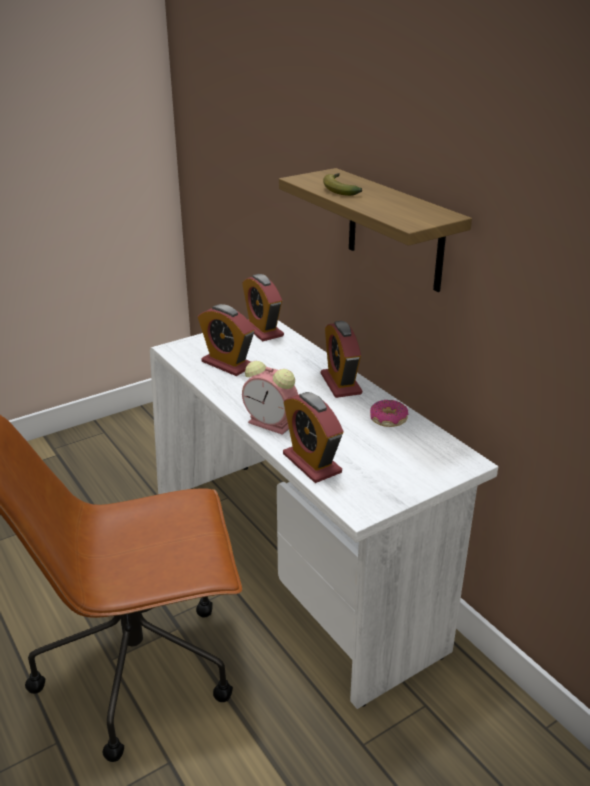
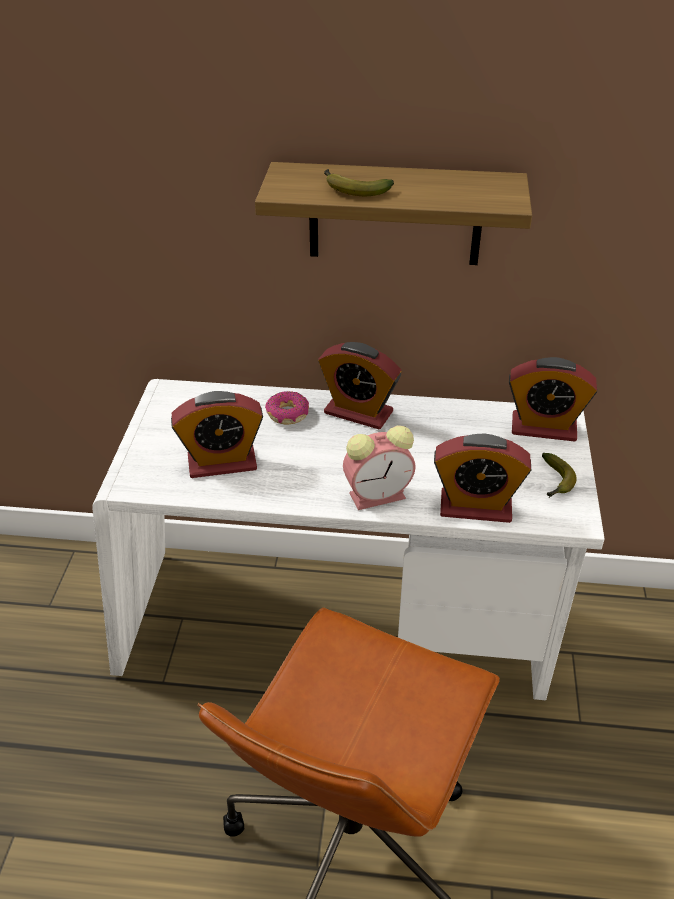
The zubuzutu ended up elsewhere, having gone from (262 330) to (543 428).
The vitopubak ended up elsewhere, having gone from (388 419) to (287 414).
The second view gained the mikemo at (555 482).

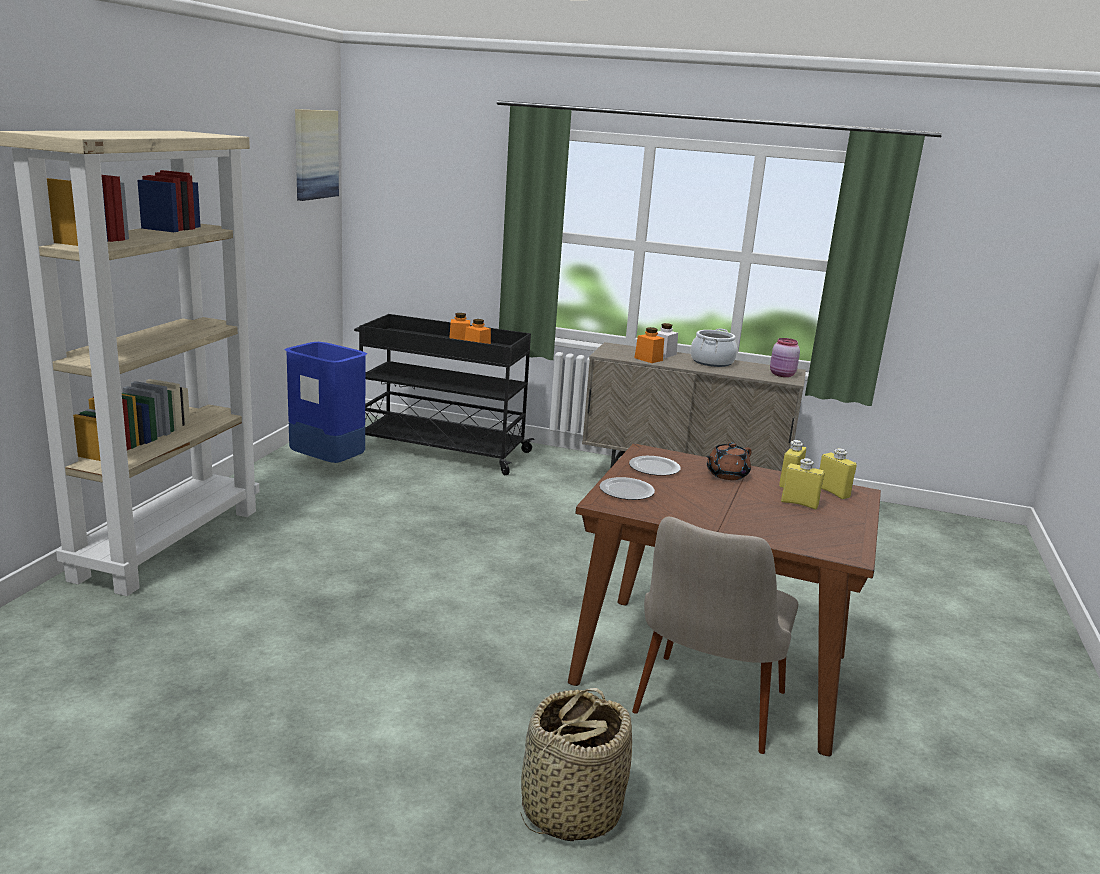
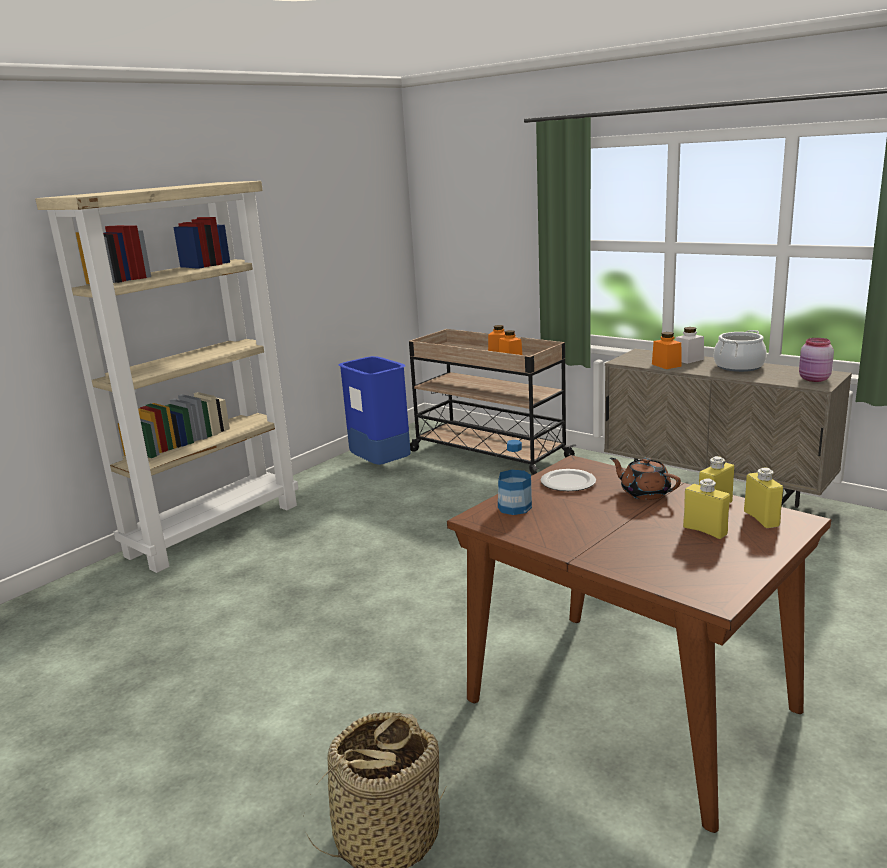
The second view lost the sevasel at (315 154).
What was the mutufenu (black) at (439 450) turned into the mutufenu (beige) at (487 454).
Where the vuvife stood at (627 491), the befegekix came to stand at (514 507).
The second view lost the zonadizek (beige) at (703 717).
The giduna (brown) at (726 475) ended up facing another way, 60 degrees clockwise from before.

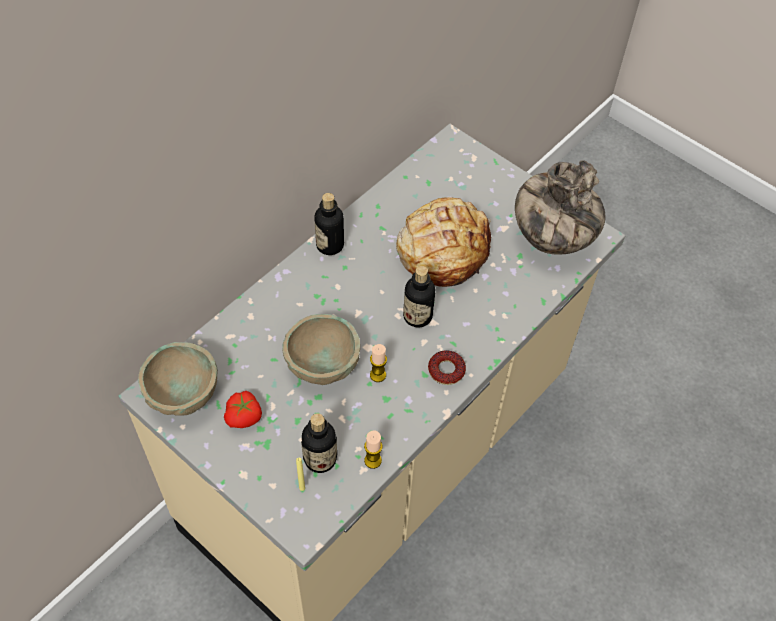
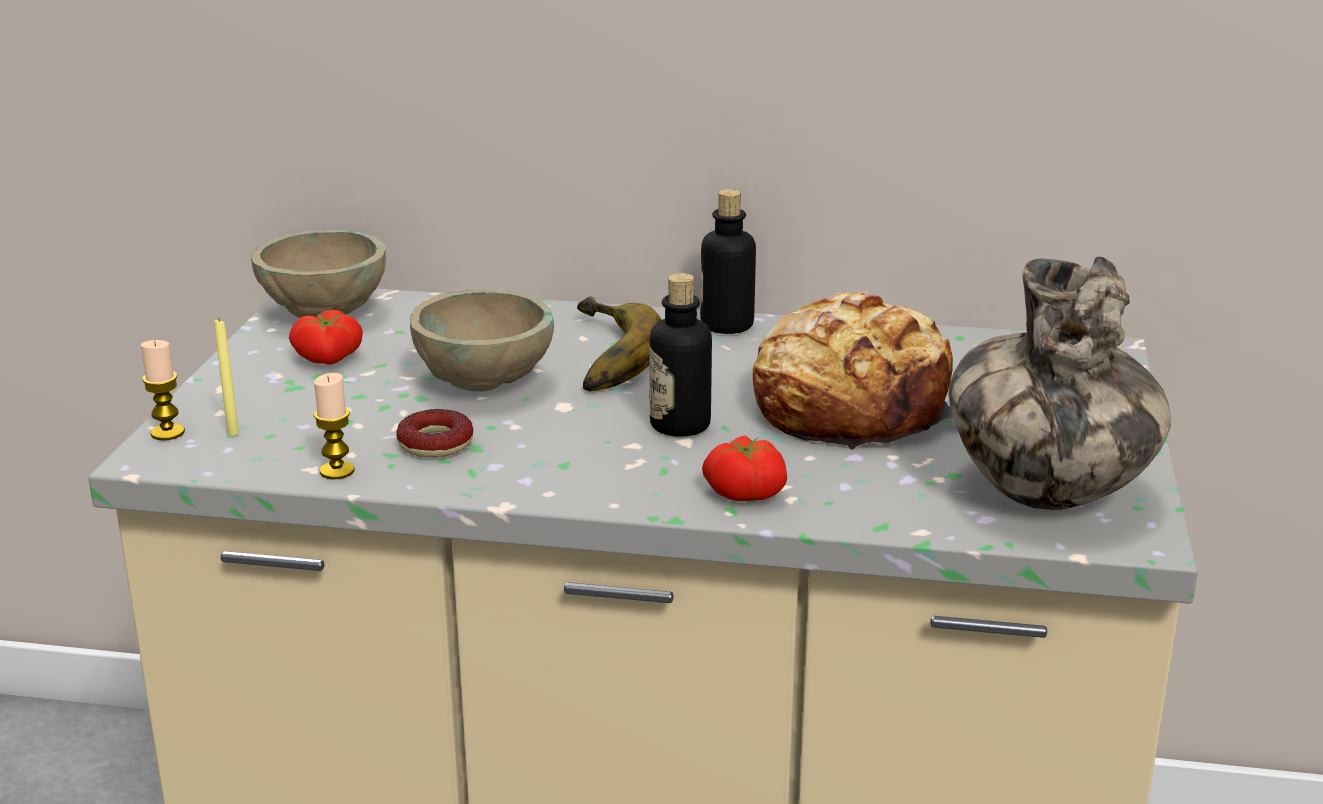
The second view lost the befegekix at (320 459).
The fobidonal ended up elsewhere, having gone from (378 375) to (167 433).
The vitopubak ended up elsewhere, having gone from (446 370) to (435 443).
The second view gained the mikemo at (597 356).
The second view gained the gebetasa at (746 492).

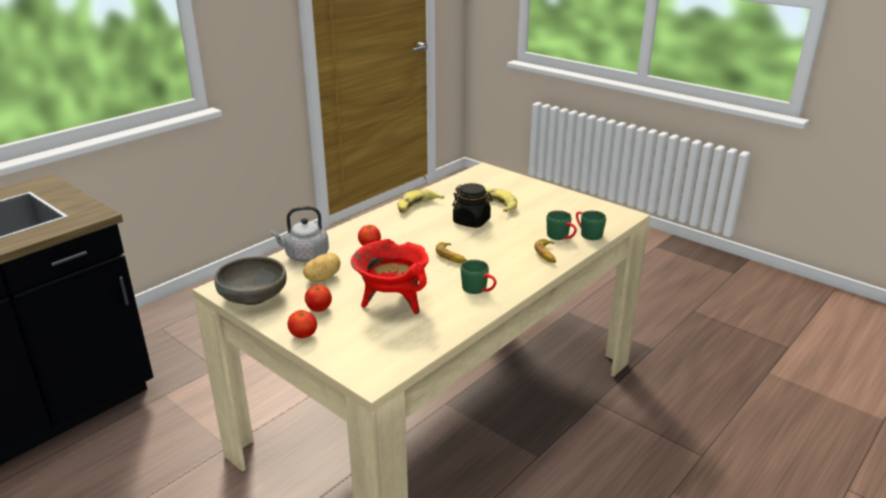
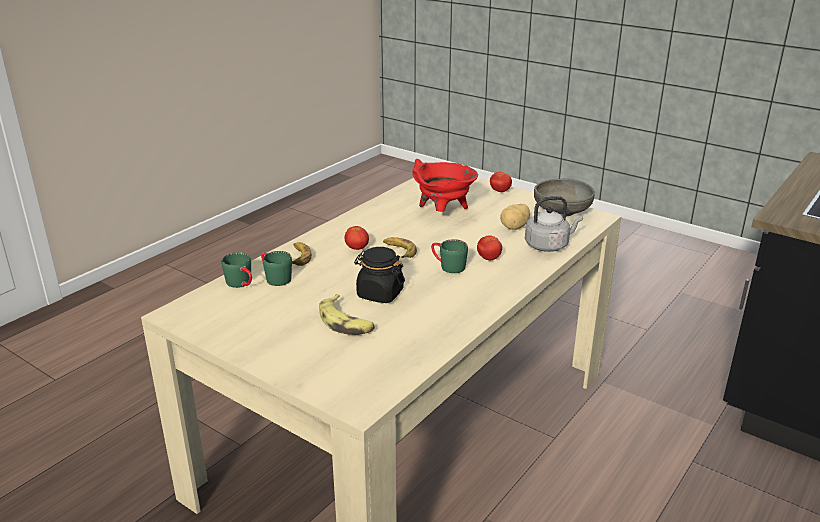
The gebetasa ended up elsewhere, having gone from (319 309) to (357 248).
The second view lost the mikemo at (417 207).
The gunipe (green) ended up elsewhere, having gone from (479 290) to (447 266).

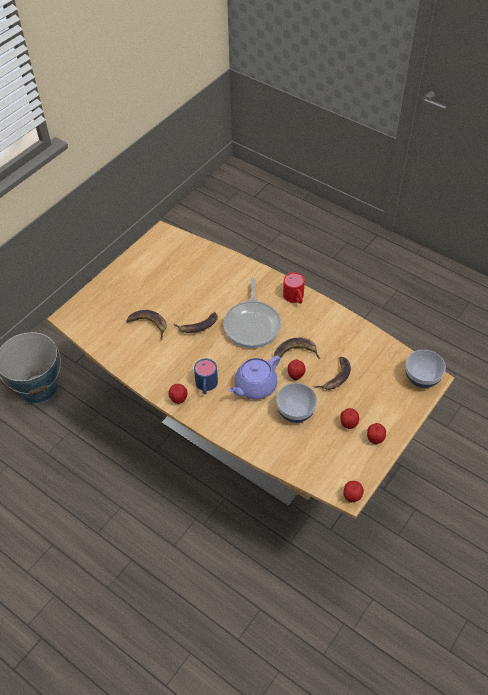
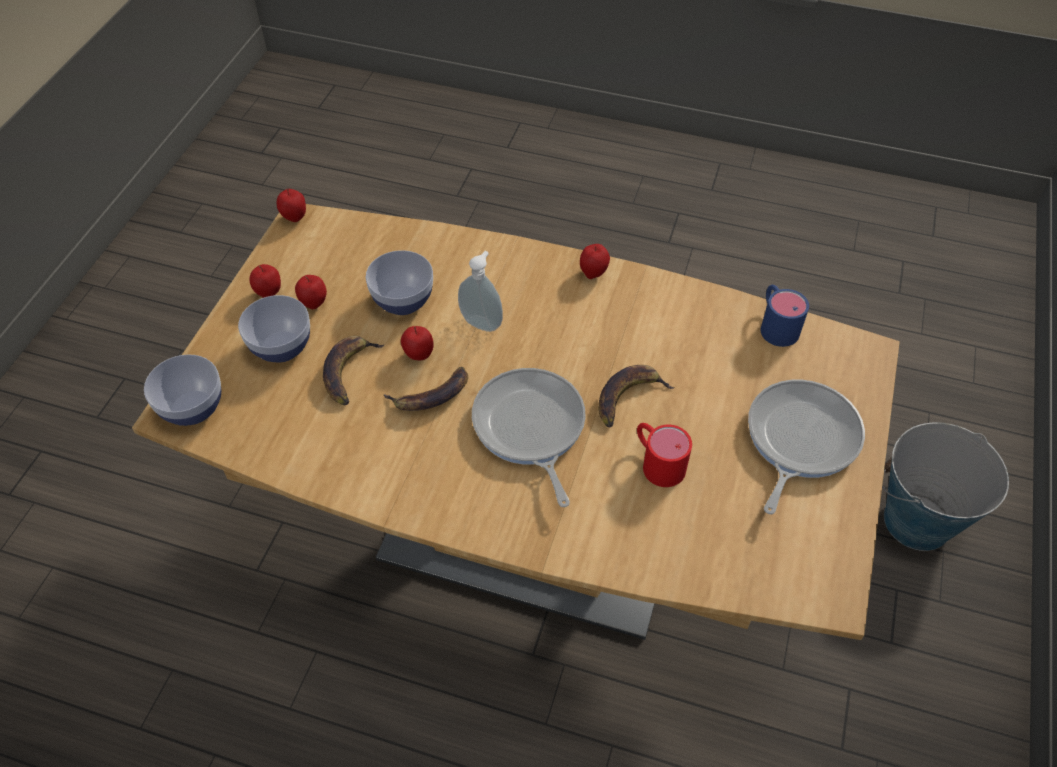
The second view lost the mikemo at (149 324).
The gunipe (blue) ended up elsewhere, having gone from (206 386) to (776 324).
Where the giduna (purple) stood at (254 386), the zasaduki came to stand at (482 322).
The gunipe (red) ended up elsewhere, having gone from (295 298) to (657 461).
The second view gained the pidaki at (282 347).
The second view gained the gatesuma at (799 439).

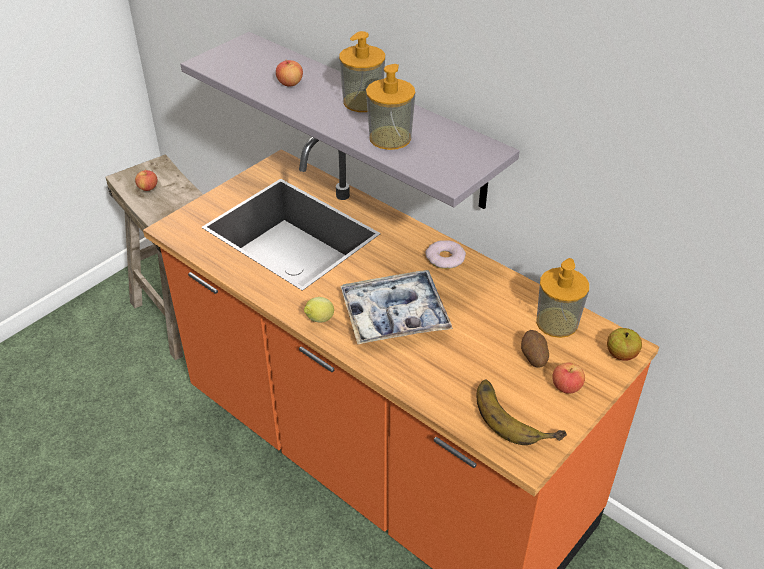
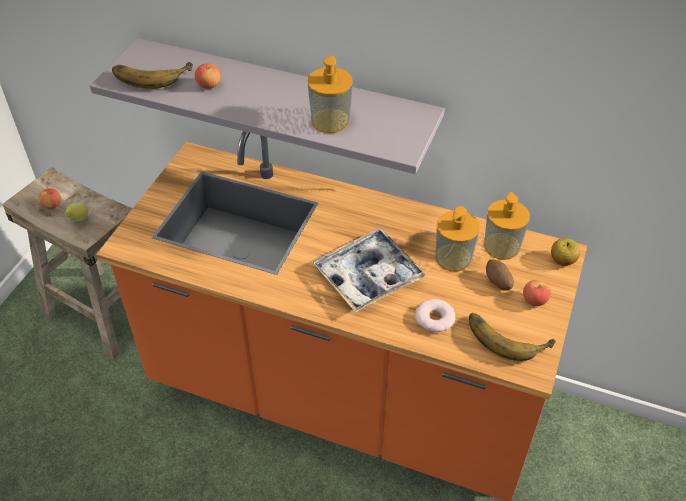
The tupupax ended up elsewhere, having gone from (318 320) to (78 220).
The zasaduki ended up elsewhere, having gone from (363 102) to (453 257).
The vitopubak ended up elsewhere, having gone from (445 258) to (434 318).
The second view gained the mikemo at (151 74).

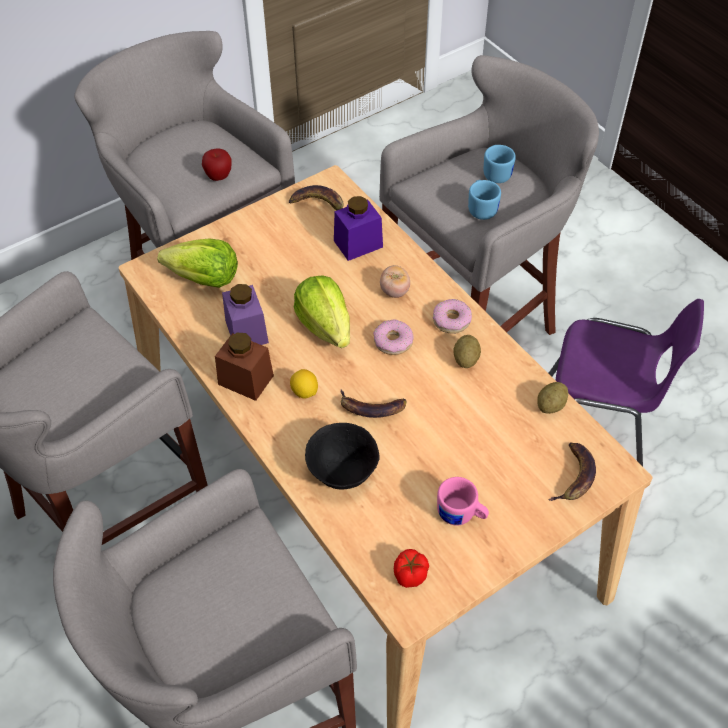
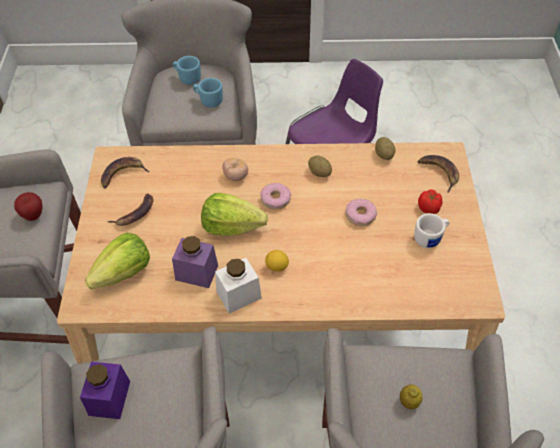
What was the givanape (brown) at (246 380) turned into the givanape (white) at (239 295).
The second view lost the pidaki (black) at (343 472).
The givanape (purple) ended up elsewhere, having gone from (358 244) to (109 398).
The mikemo ended up elsewhere, having gone from (371 408) to (135 214).
The gebetasa ended up elsewhere, having gone from (409 575) to (429 208).
The vitopubak ended up elsewhere, having gone from (451 320) to (360 215).
What was the gunipe (pink) at (461 515) turned into the gunipe (white) at (430 238).
The second view gained the tupupax at (409 401).

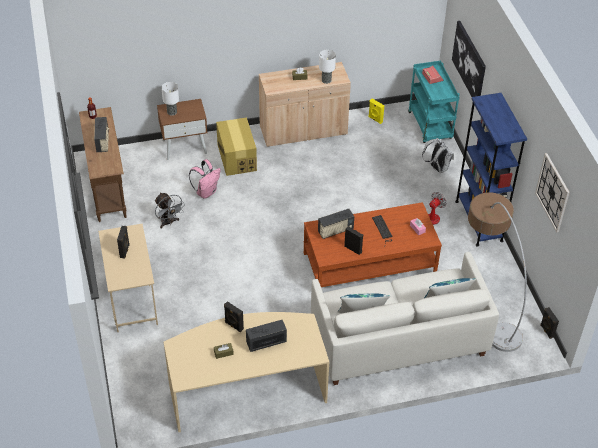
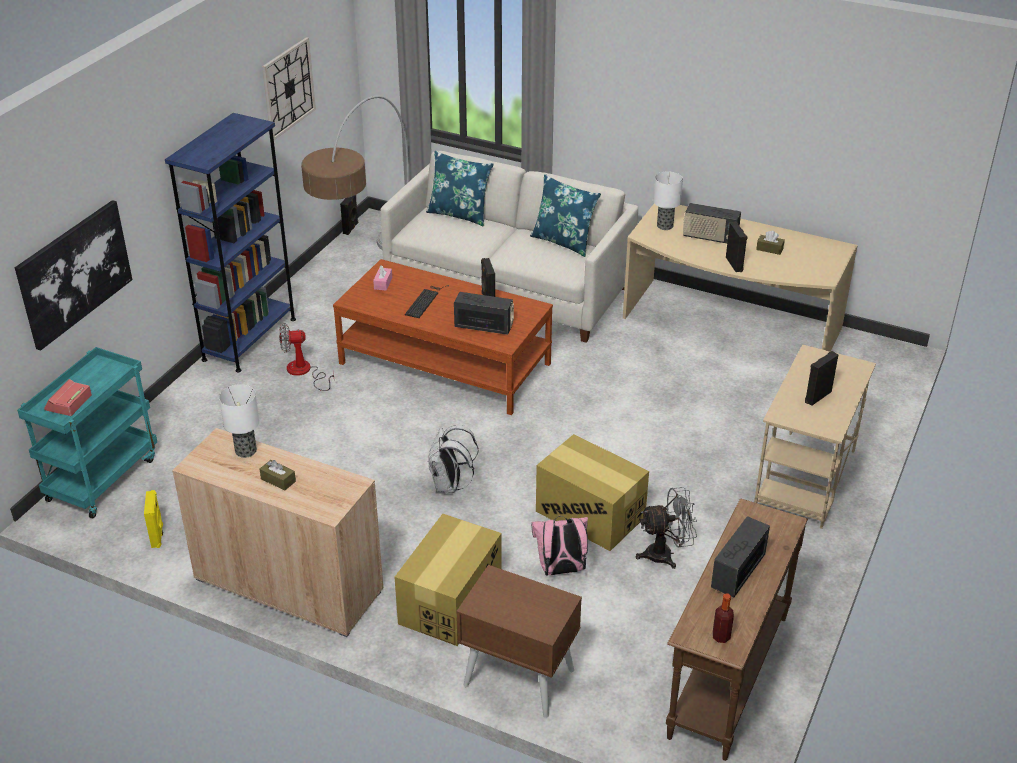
The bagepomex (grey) at (169 223) ended up facing another way, 75 degrees clockwise from before.
The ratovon ended up elsewhere, having gone from (172 112) to (665 226).
The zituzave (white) ended up elsewhere, having gone from (437 168) to (449 485).
The second view gained the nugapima at (590 514).

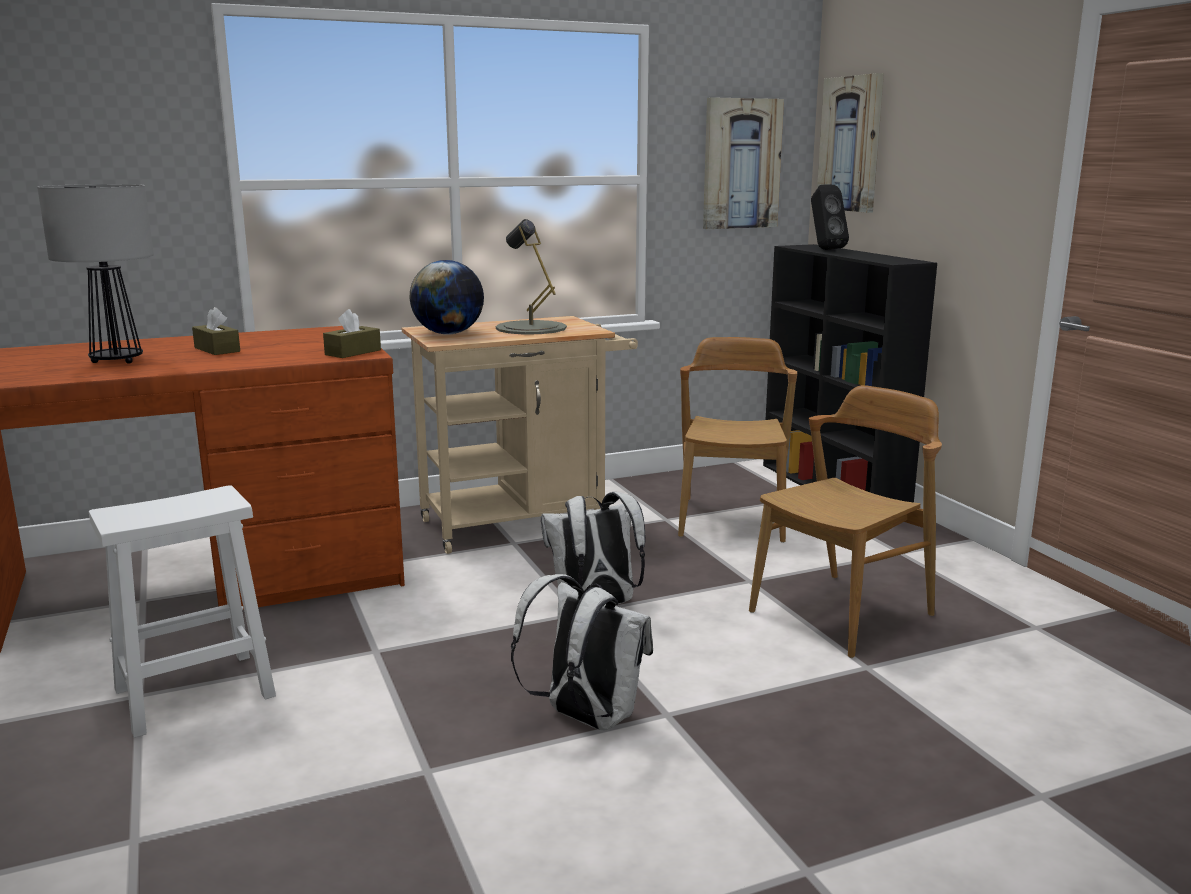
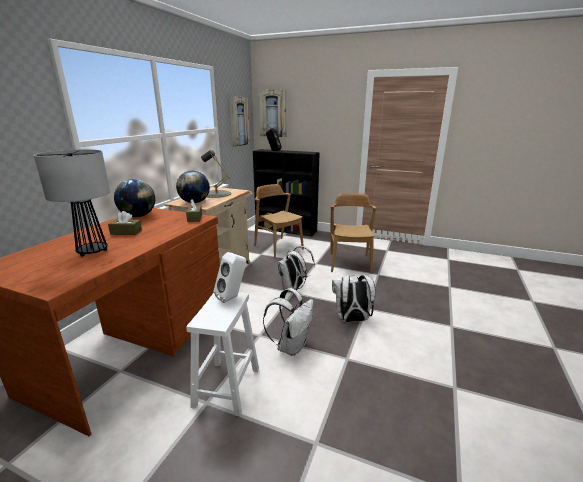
The second view gained the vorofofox at (138 216).
The second view gained the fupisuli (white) at (232 297).
The second view gained the zituzave (white) at (291 346).

